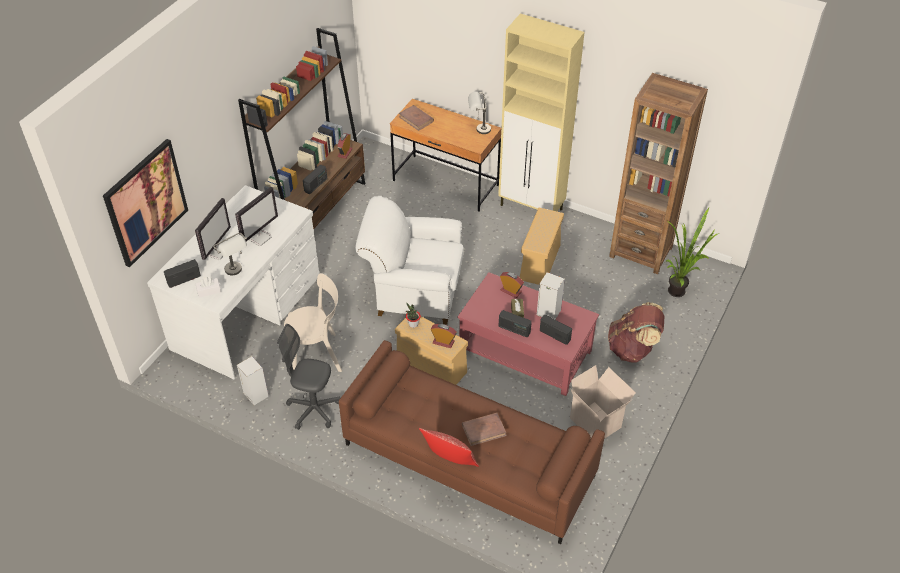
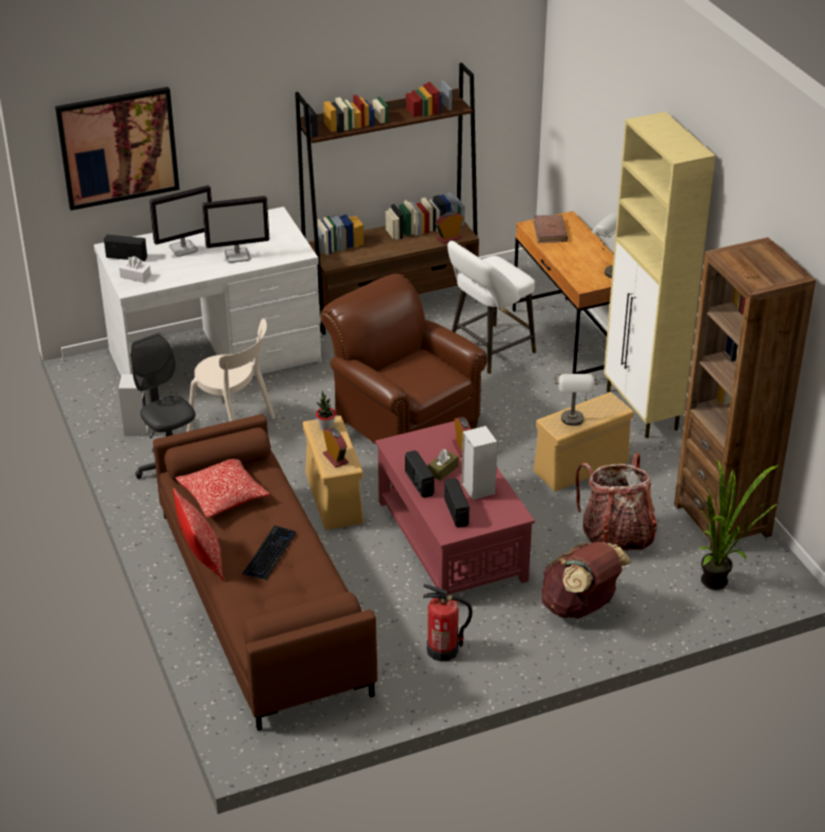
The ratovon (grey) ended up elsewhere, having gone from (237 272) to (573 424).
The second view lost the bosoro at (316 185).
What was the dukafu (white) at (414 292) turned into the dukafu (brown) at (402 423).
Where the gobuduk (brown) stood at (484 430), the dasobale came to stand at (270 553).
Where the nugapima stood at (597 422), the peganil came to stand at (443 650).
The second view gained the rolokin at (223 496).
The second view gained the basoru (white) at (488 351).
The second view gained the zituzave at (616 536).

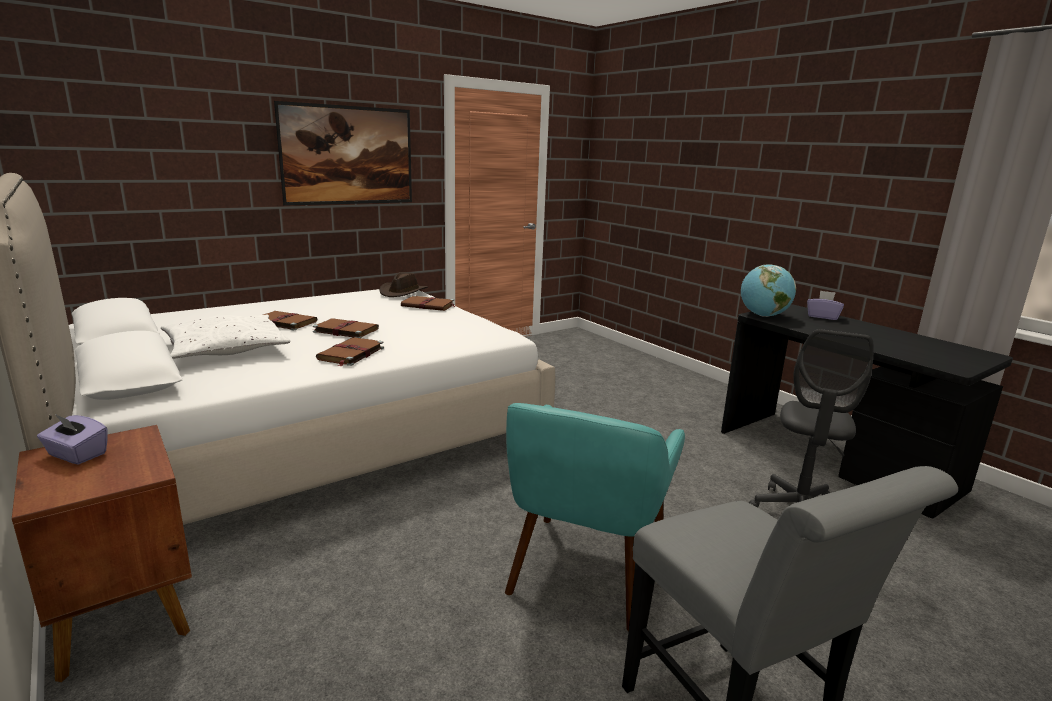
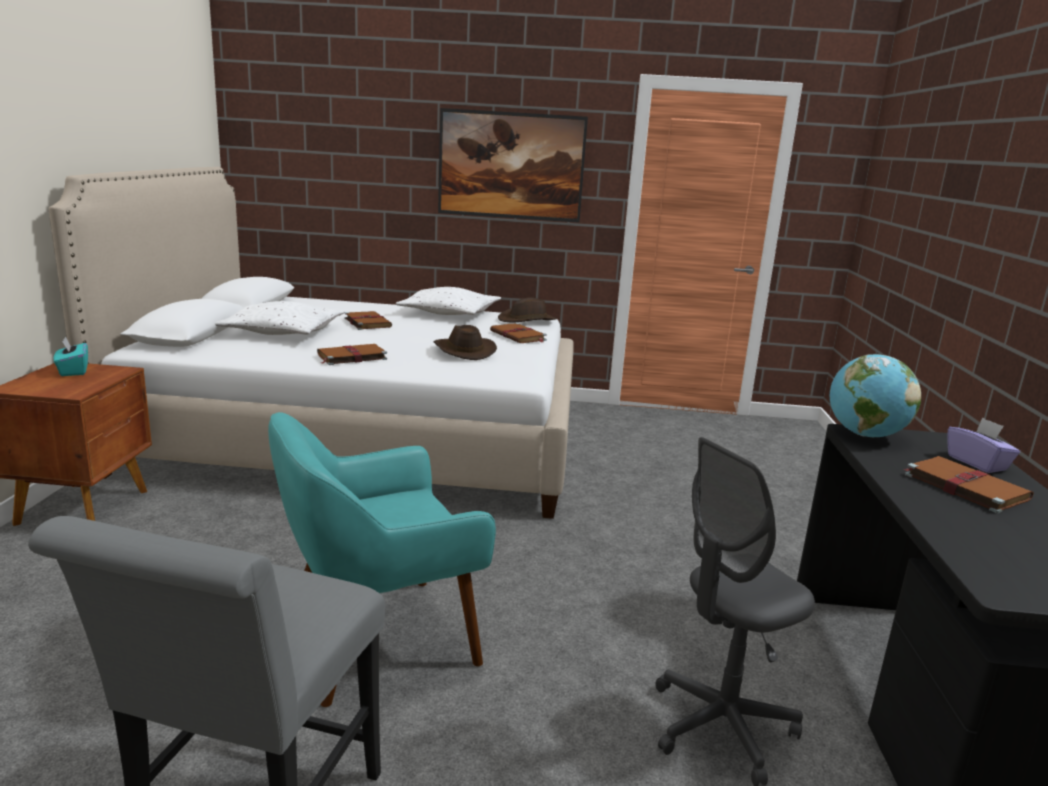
What was the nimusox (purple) at (76 455) turned into the nimusox (turquoise) at (73 371).
The gobuduk (brown) ended up elsewhere, having gone from (345 330) to (964 486).
The second view gained the rolokin (white) at (449 313).
The second view gained the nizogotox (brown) at (463 351).

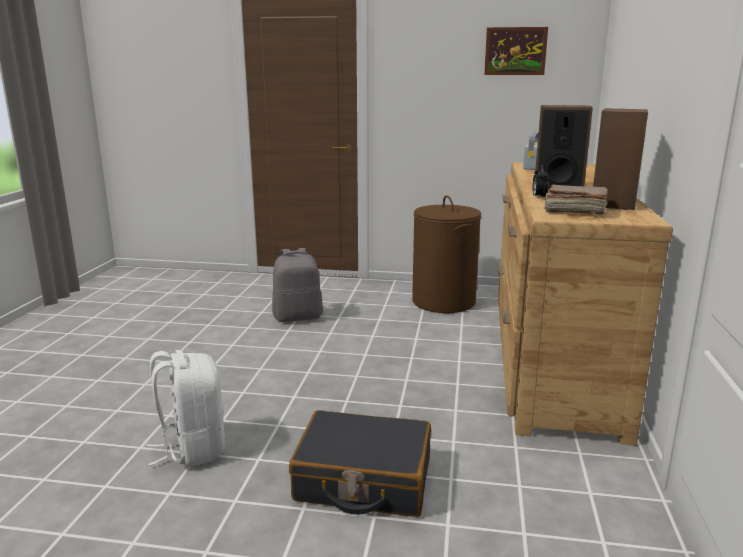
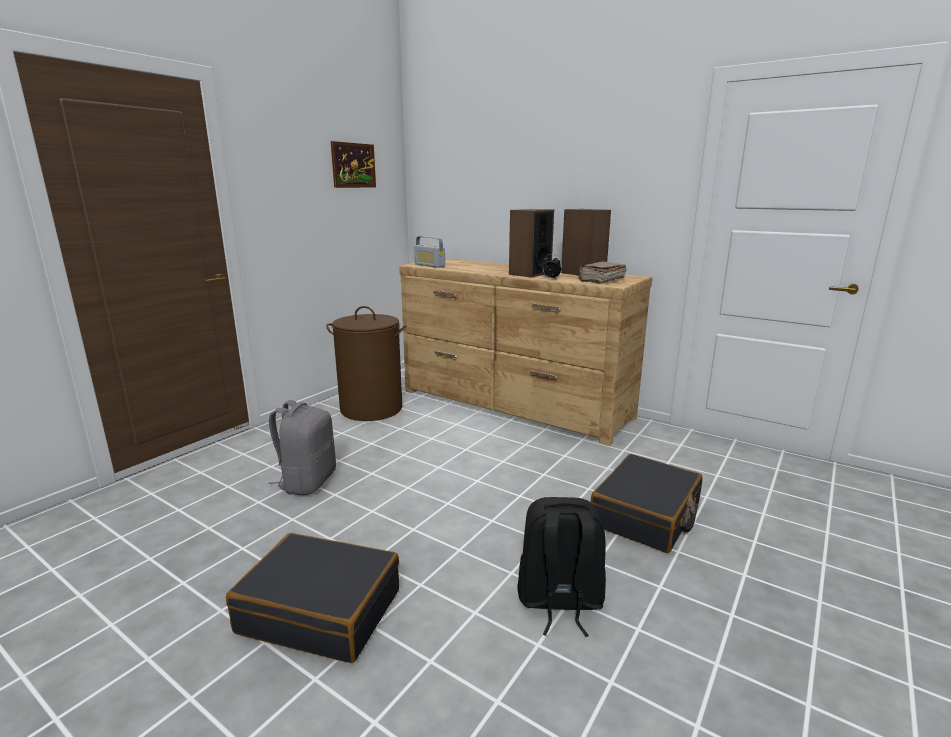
What was the zituzave (white) at (192 448) turned into the zituzave (black) at (559 602).
The second view gained the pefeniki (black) at (321 610).

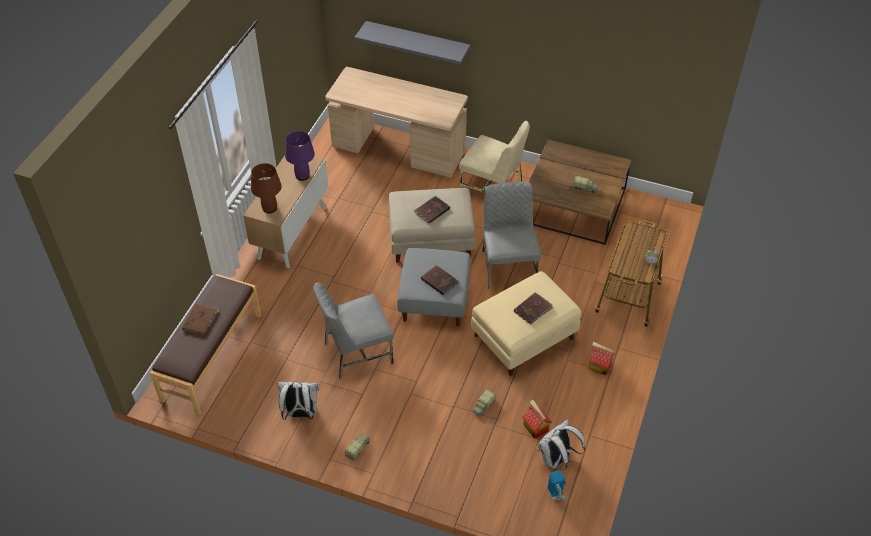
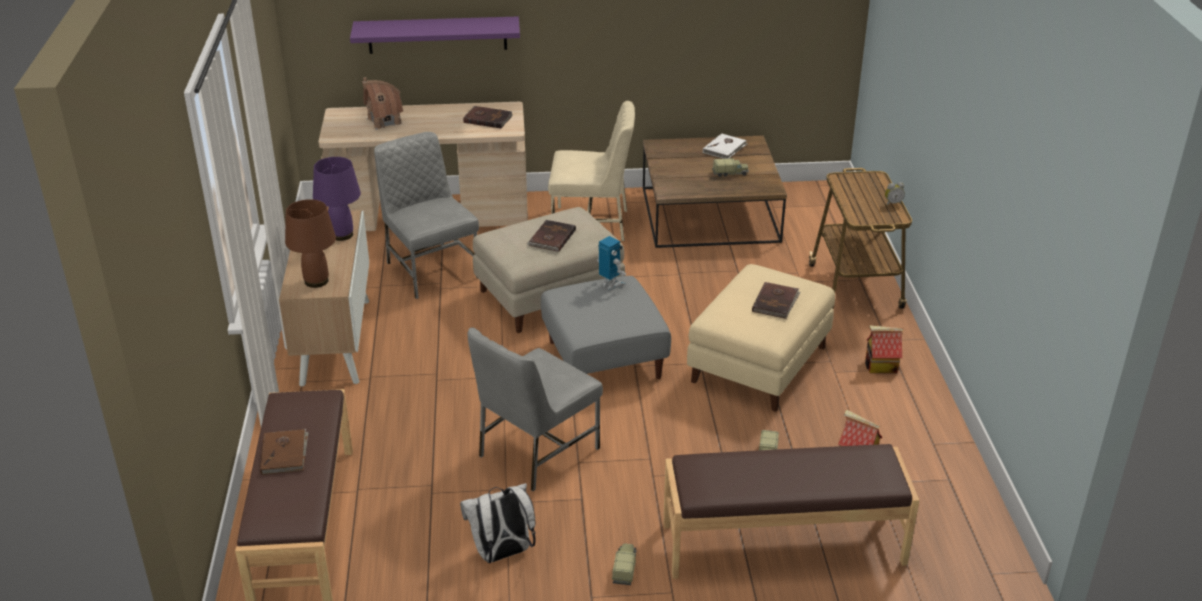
What was the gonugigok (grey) at (417 42) turned into the gonugigok (purple) at (437 35).
The gobuduk (brown) ended up elsewhere, having gone from (439 280) to (487 119).
The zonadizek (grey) ended up elsewhere, having gone from (507 266) to (431 269).
The second view lost the zituzave (white) at (557 459).
The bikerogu ended up elsewhere, having gone from (555 495) to (611 284).
The second view gained the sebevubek at (384 121).
The second view gained the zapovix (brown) at (783 544).
The second view gained the gobuduk (white) at (725 148).

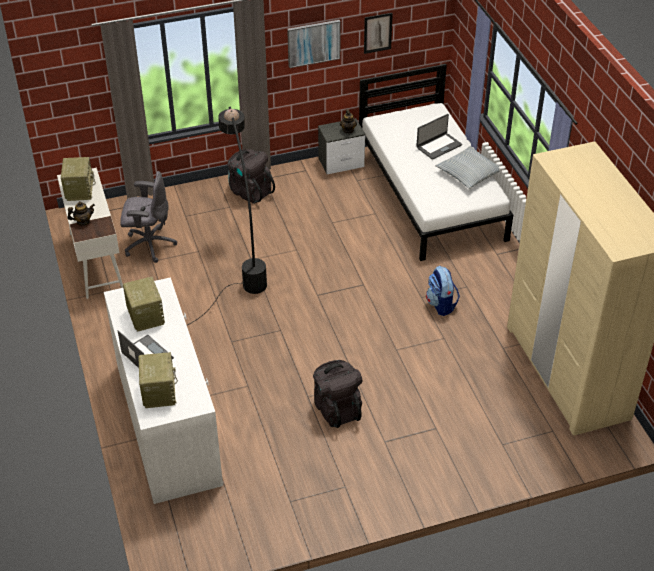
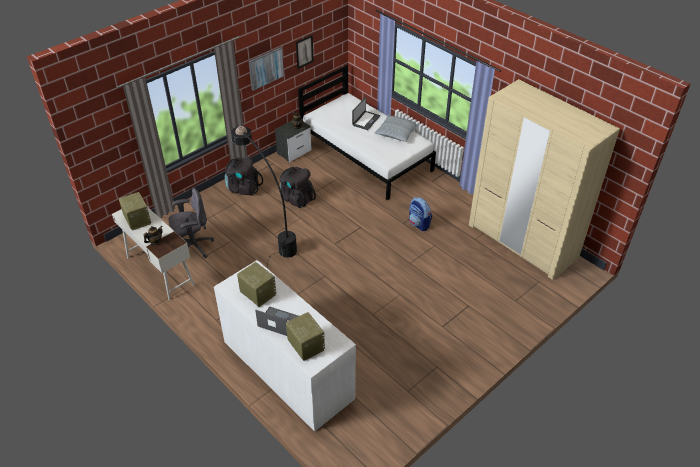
The zituzave (black) ended up elsewhere, having gone from (337 408) to (296 198).

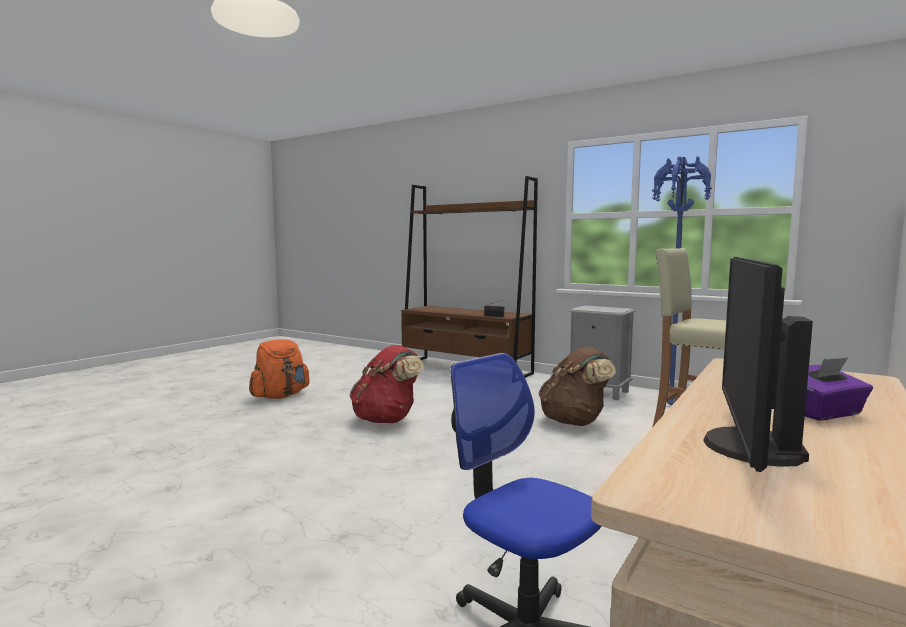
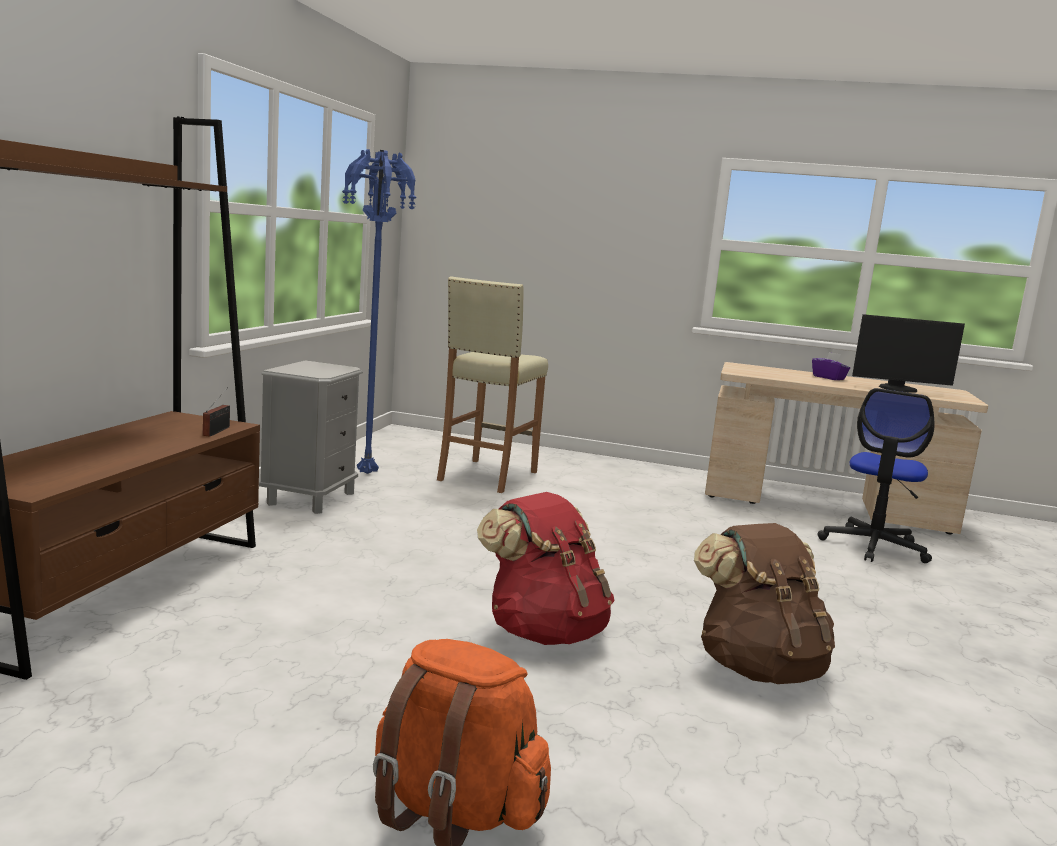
The zituzave (brown) ended up elsewhere, having gone from (575 422) to (758 668).

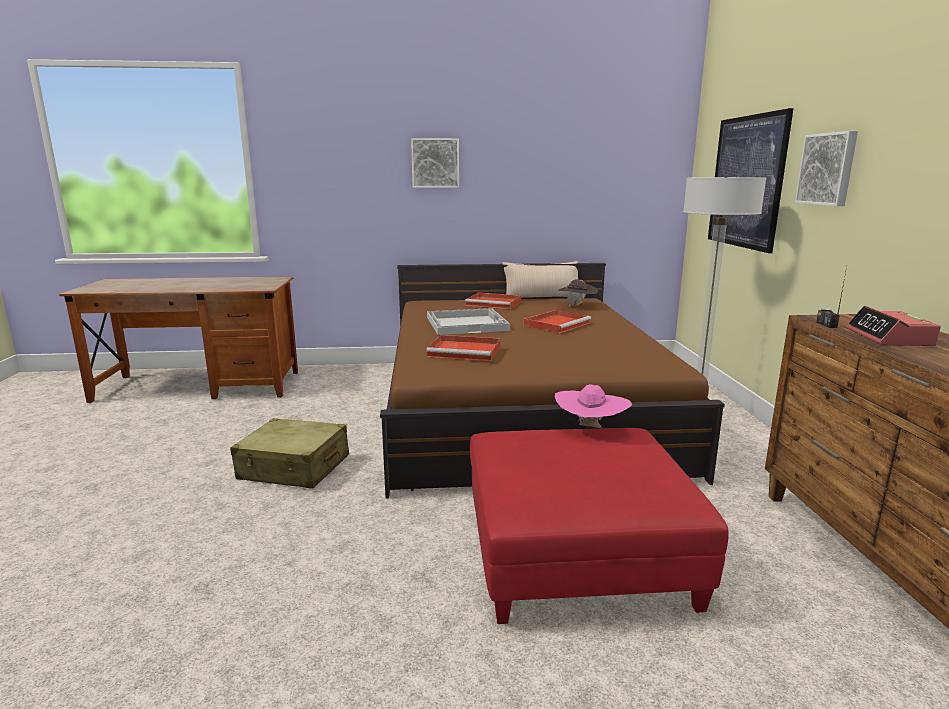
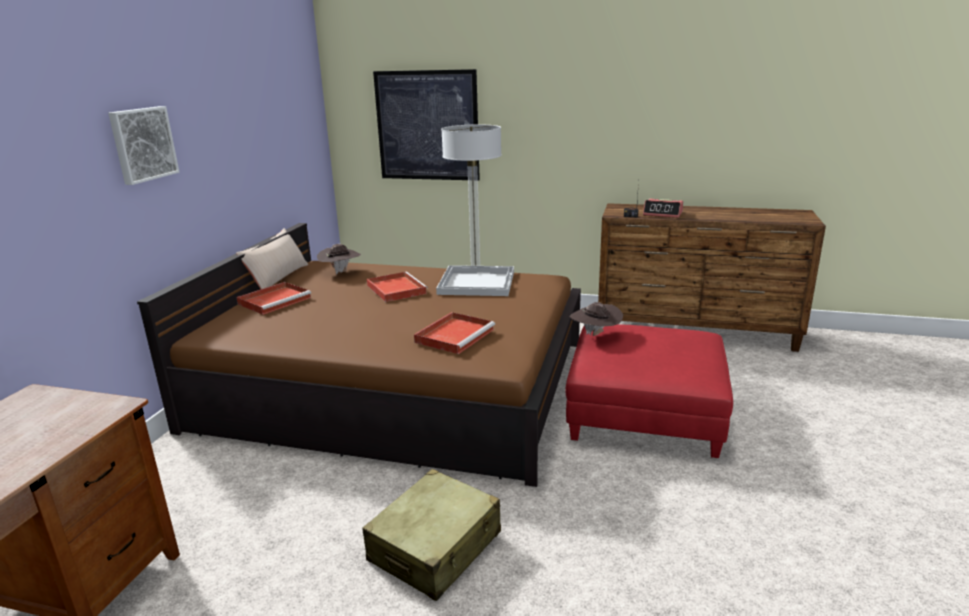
The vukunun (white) ended up elsewhere, having gone from (467 323) to (476 282).
What was the nizogotox (pink) at (590 429) turned into the nizogotox (brown) at (595 335).
The second view lost the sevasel at (828 169).

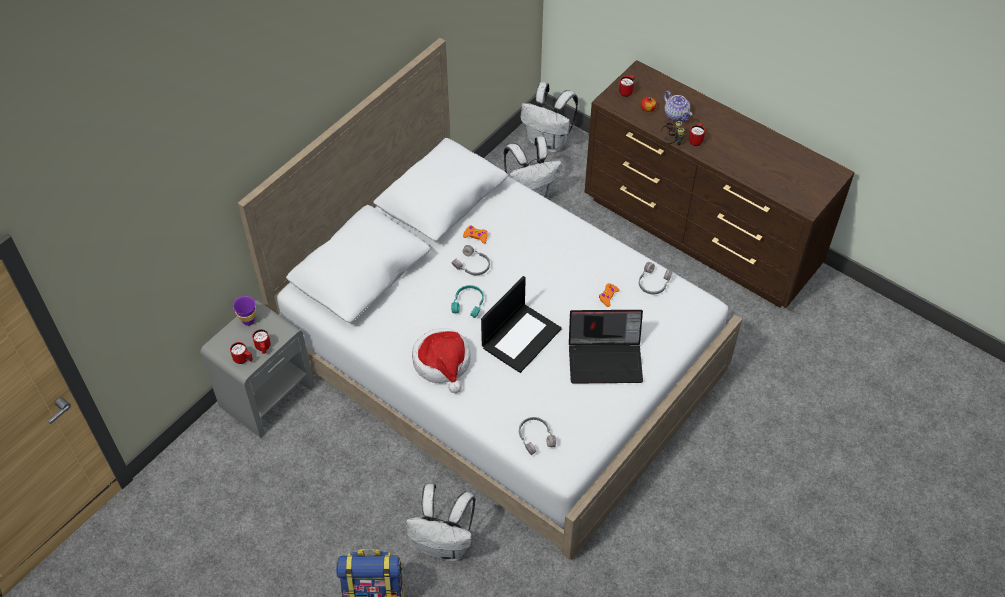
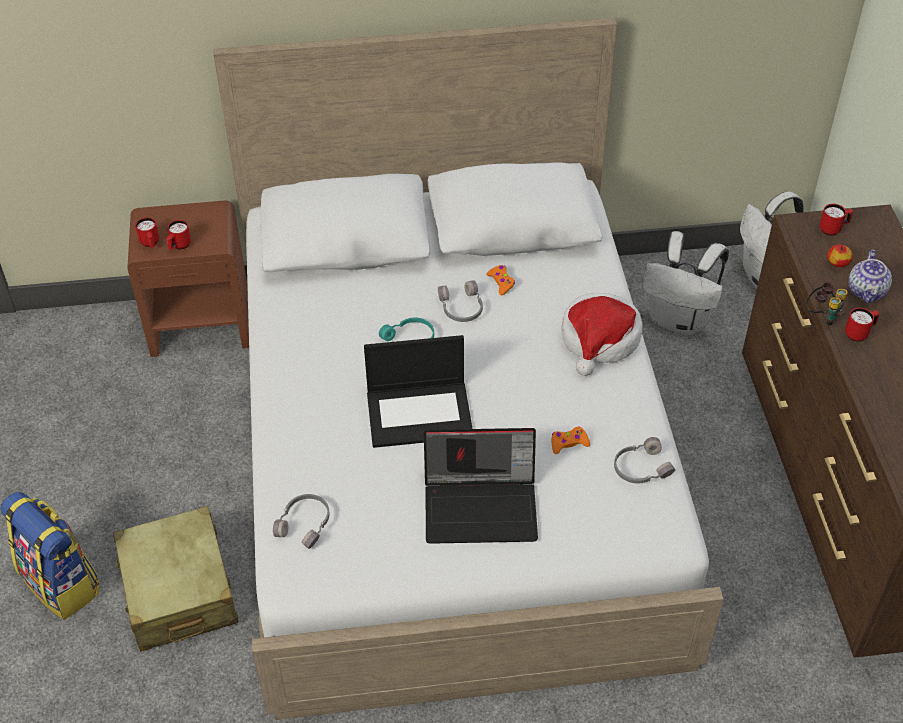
What was the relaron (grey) at (267 395) turned into the relaron (brown) at (202 325).
The second view lost the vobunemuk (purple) at (248 321).
Where the zituzave (white) stood at (445 545), the pefeniki (beige) came to stand at (179 591).
The nizogotox ended up elsewhere, having gone from (442 363) to (599 339).
The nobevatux at (606 359) ended up facing another way, 45 degrees counterclockwise from before.

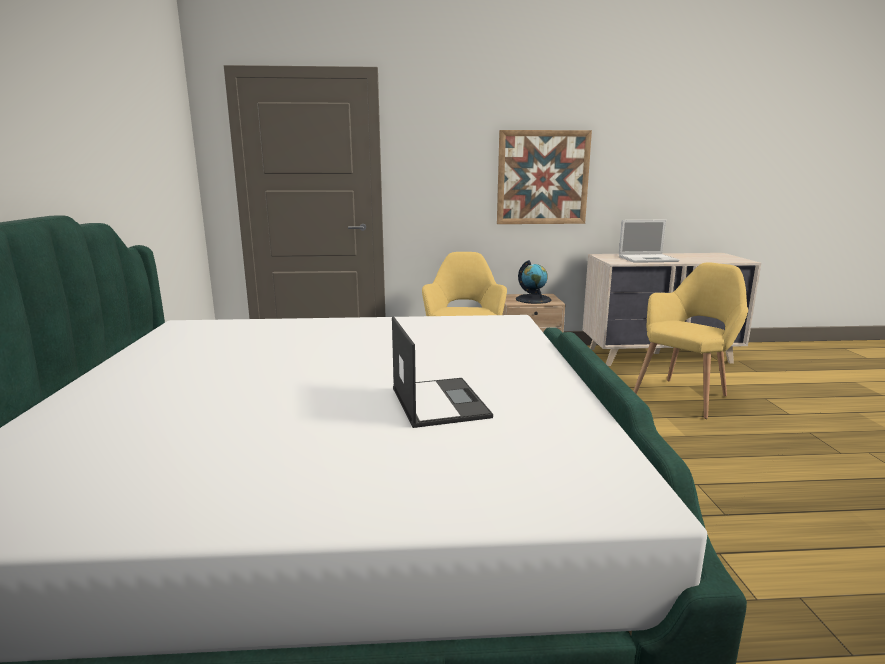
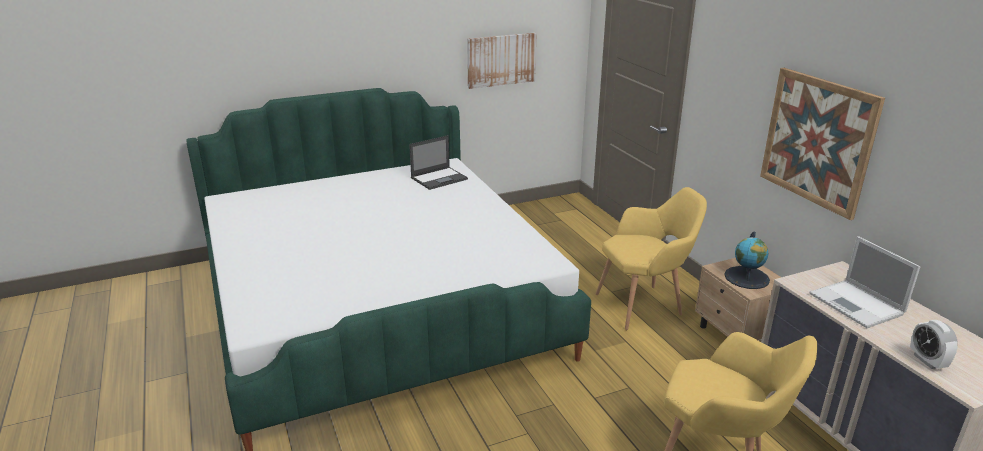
The nobevatux ended up elsewhere, having gone from (438 402) to (439 178).
The second view gained the sevasel at (501 60).
The second view gained the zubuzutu at (927 361).

